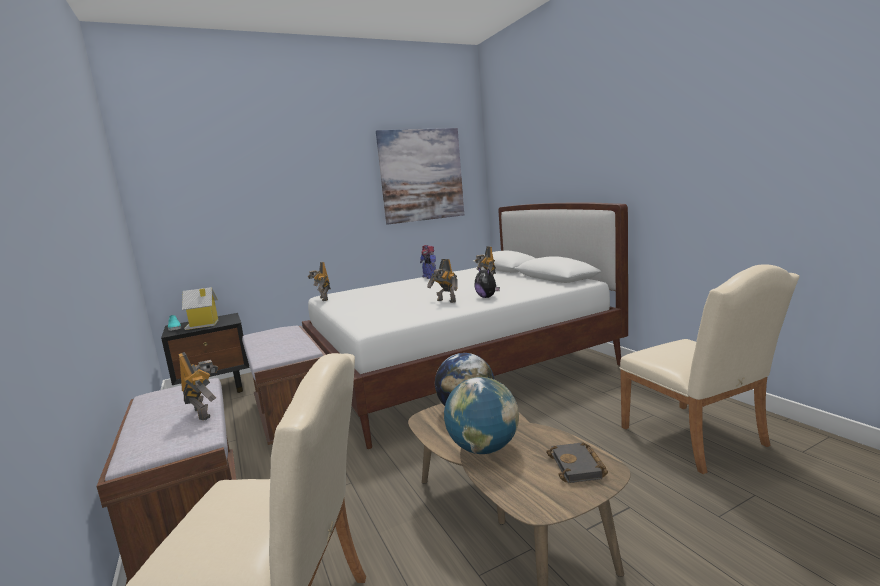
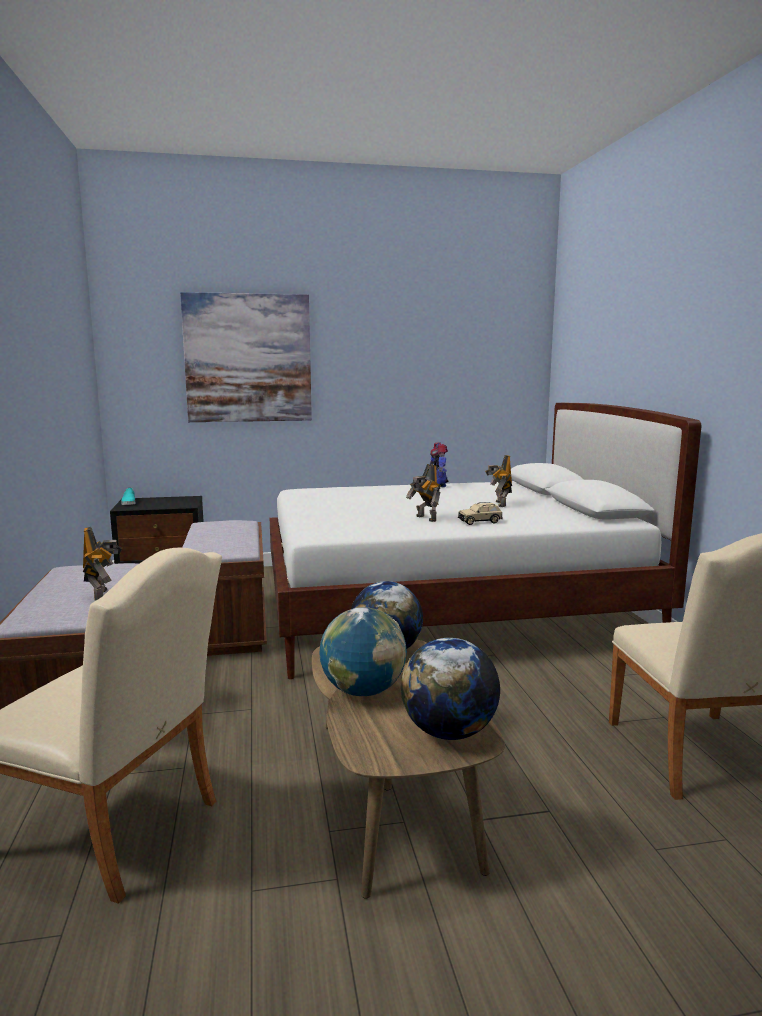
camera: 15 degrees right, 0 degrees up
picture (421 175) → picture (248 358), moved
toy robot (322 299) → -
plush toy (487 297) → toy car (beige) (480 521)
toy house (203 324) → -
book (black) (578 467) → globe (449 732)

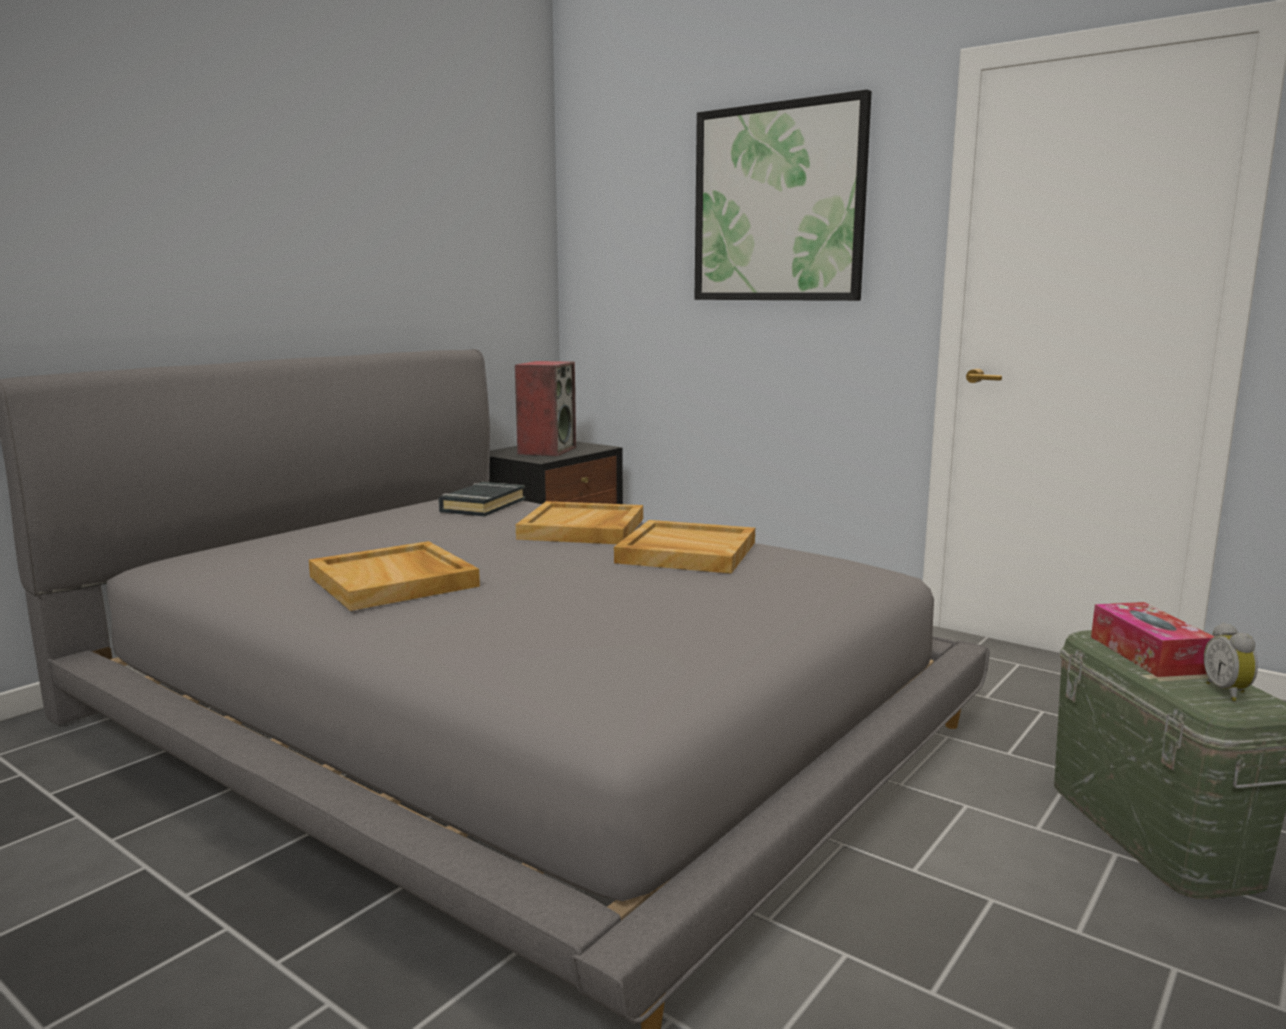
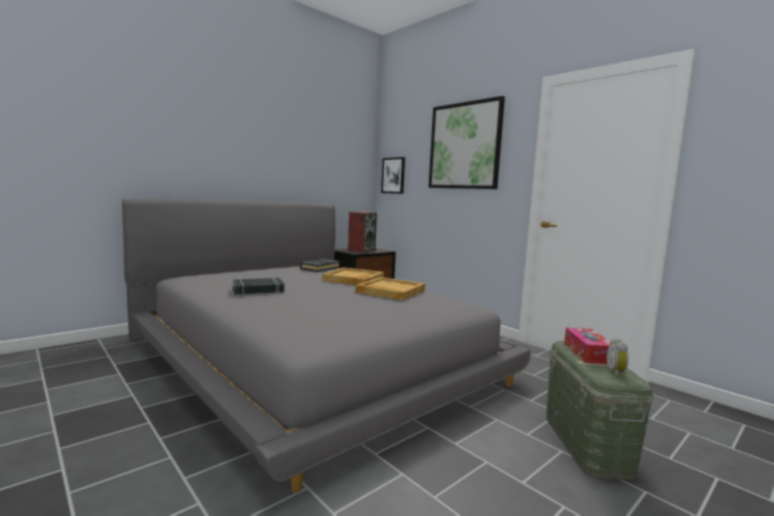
camera: 10 degrees right, 5 degrees down
tray (beige) (395 581) → book (black) (258 290)
- → picture (393 175)

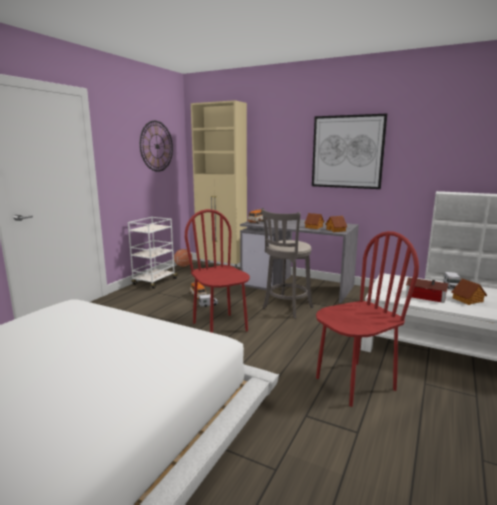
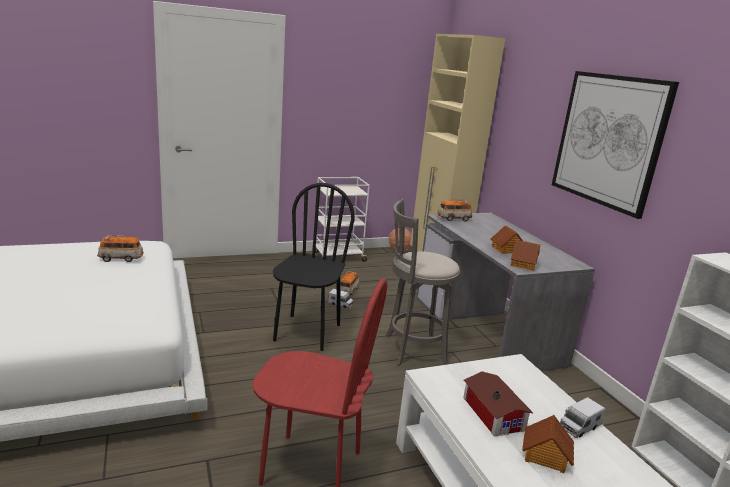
camera: 40 degrees right, 5 degrees up
wall clock (156 146) → -
chair (red) (220 326) → chair (black) (307 332)
- → toy car (121 258)

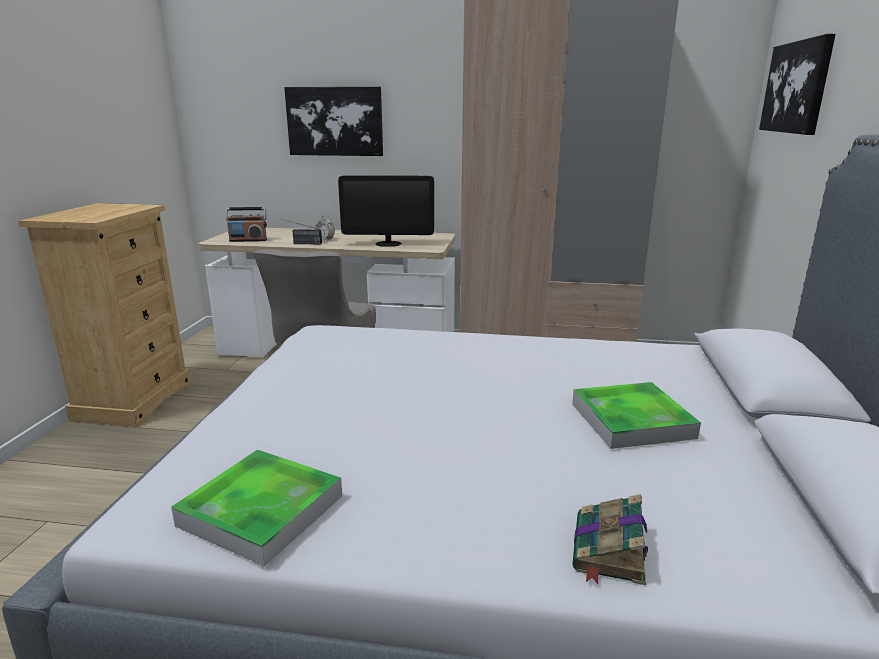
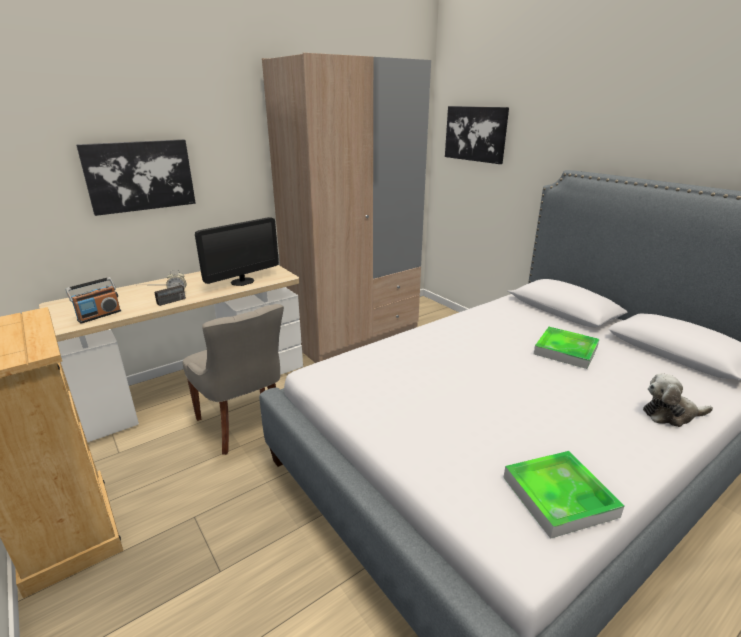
camera: 45 degrees left, 5 degrees up
book (609 552) → plush toy (670 414)

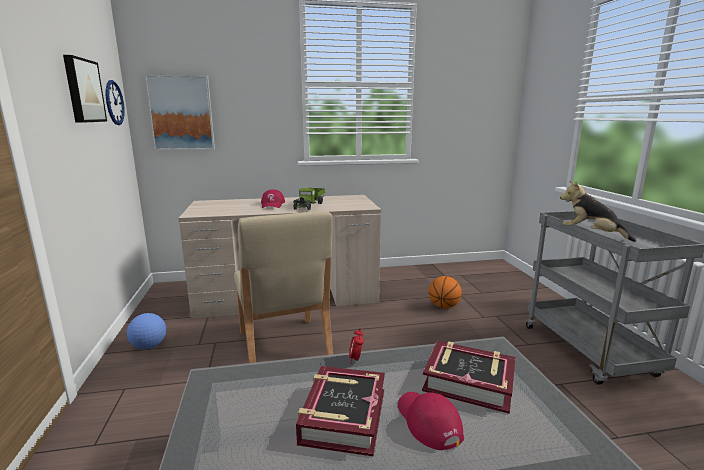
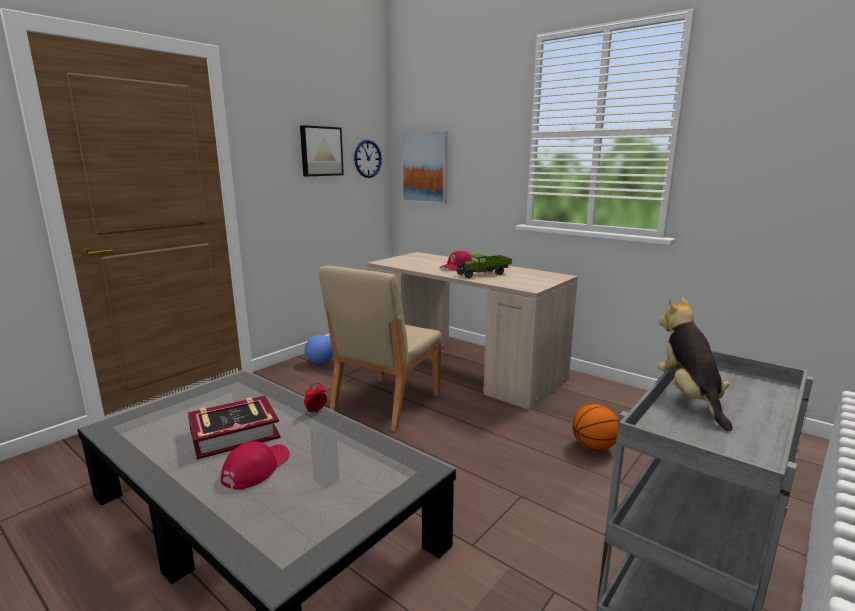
camera: 50 degrees right, 0 degrees up
book (469 382) → -

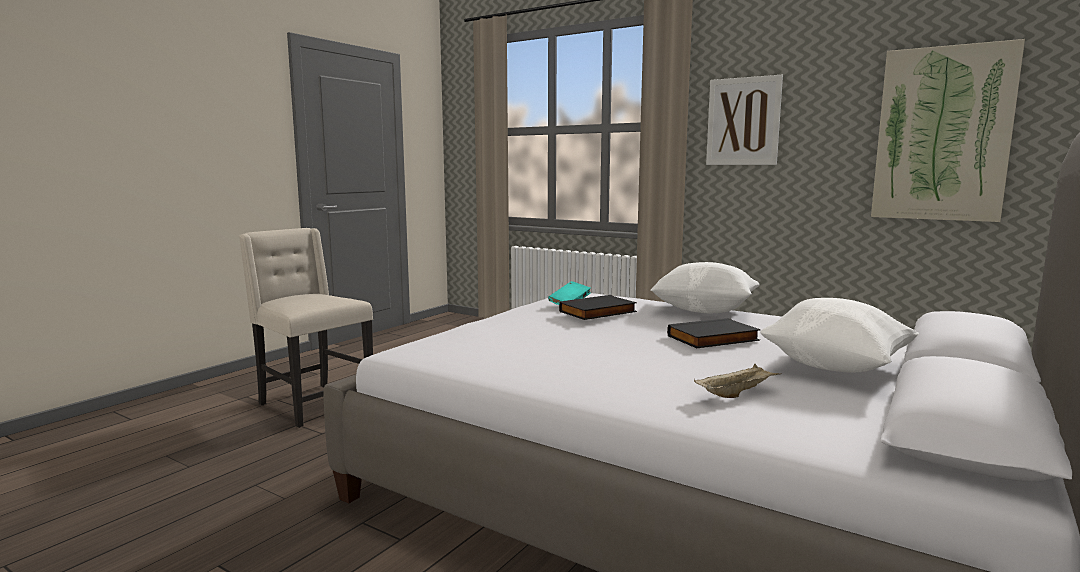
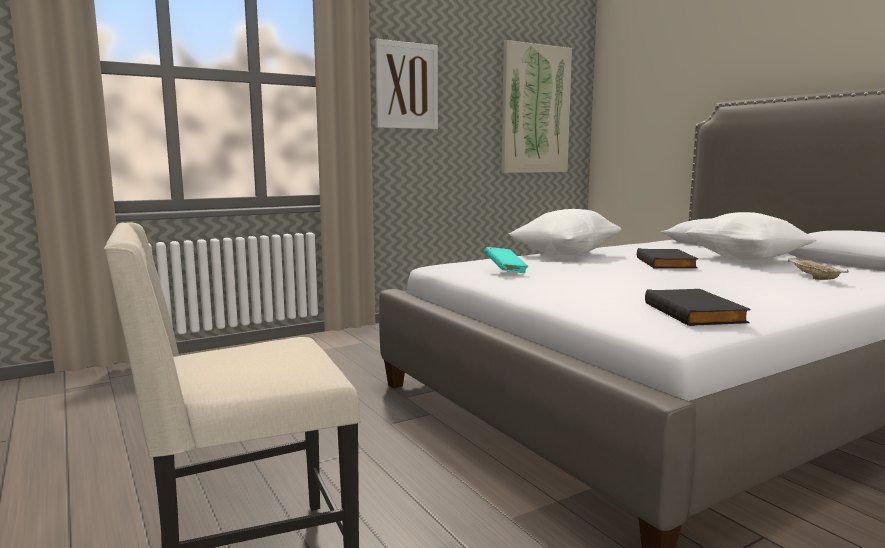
camera: 65 degrees left, 0 degrees up
book (black) (598 312) → book (black) (696 313), moved

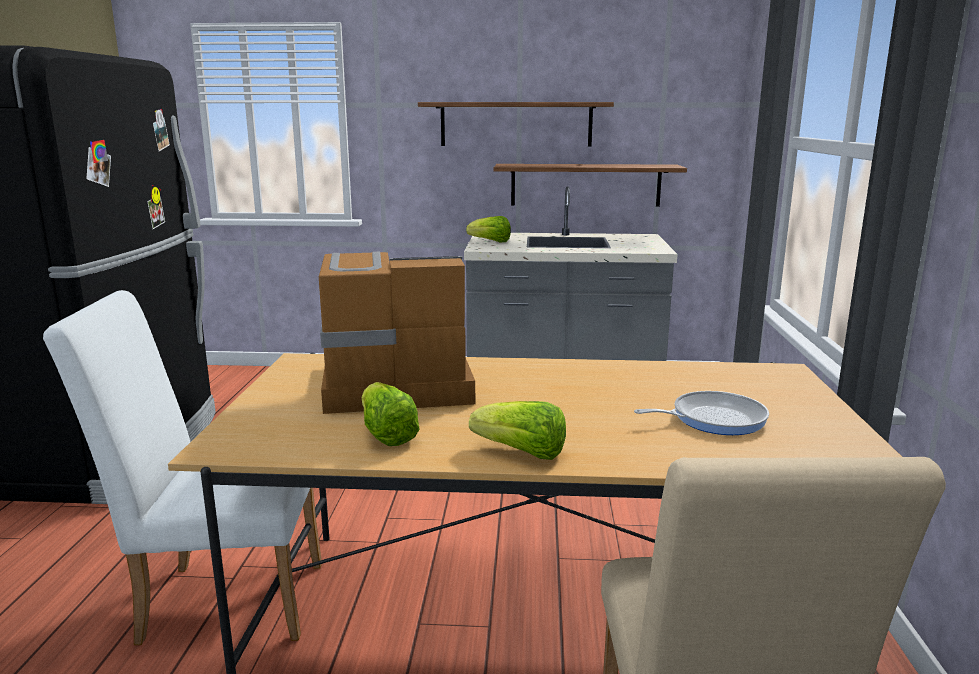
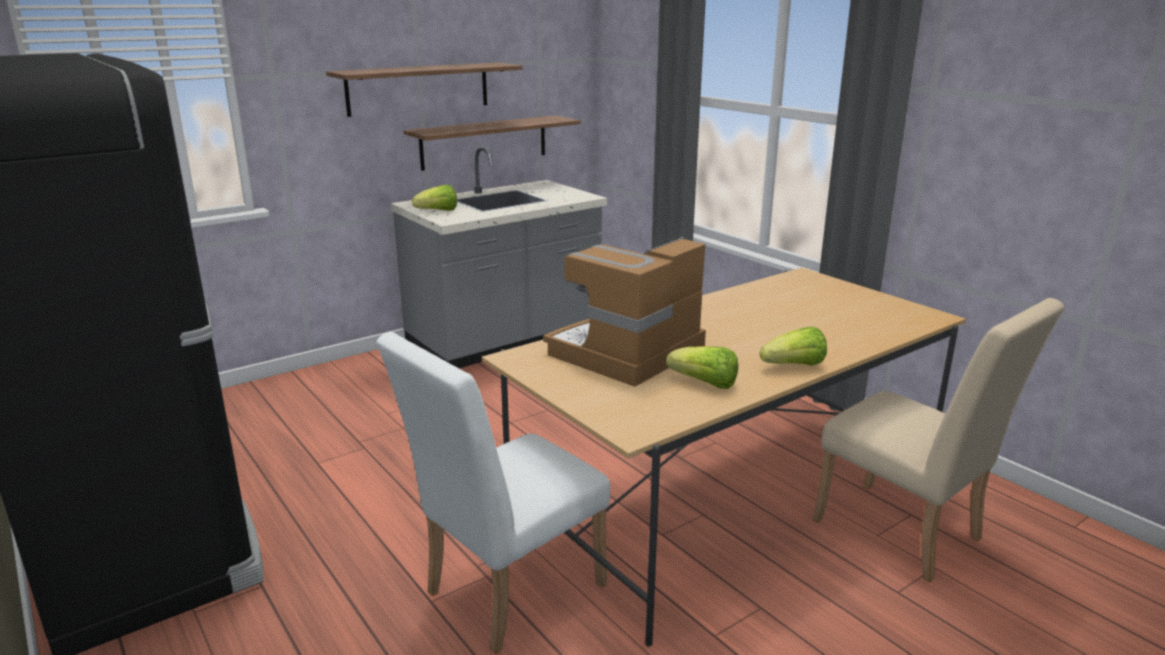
camera: 40 degrees left, 5 degrees up
frying pan (713 419) → -

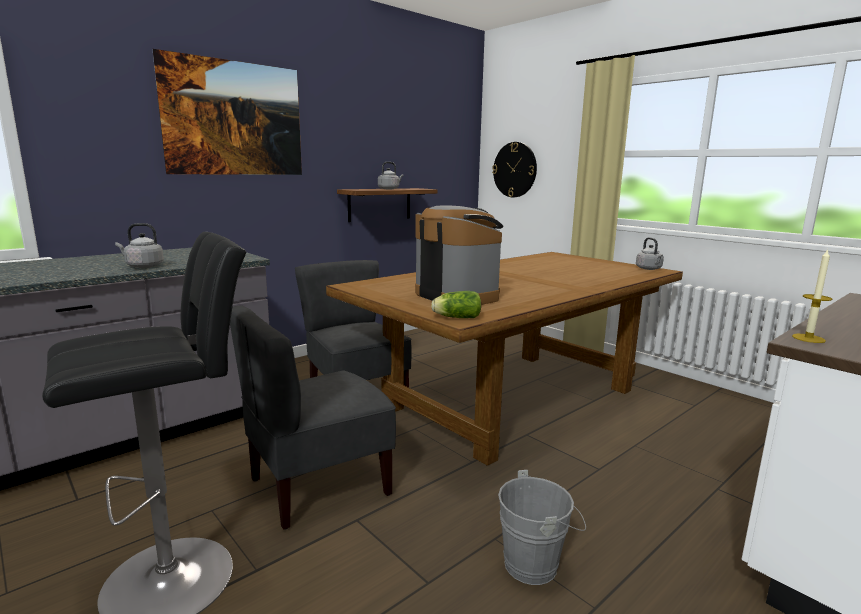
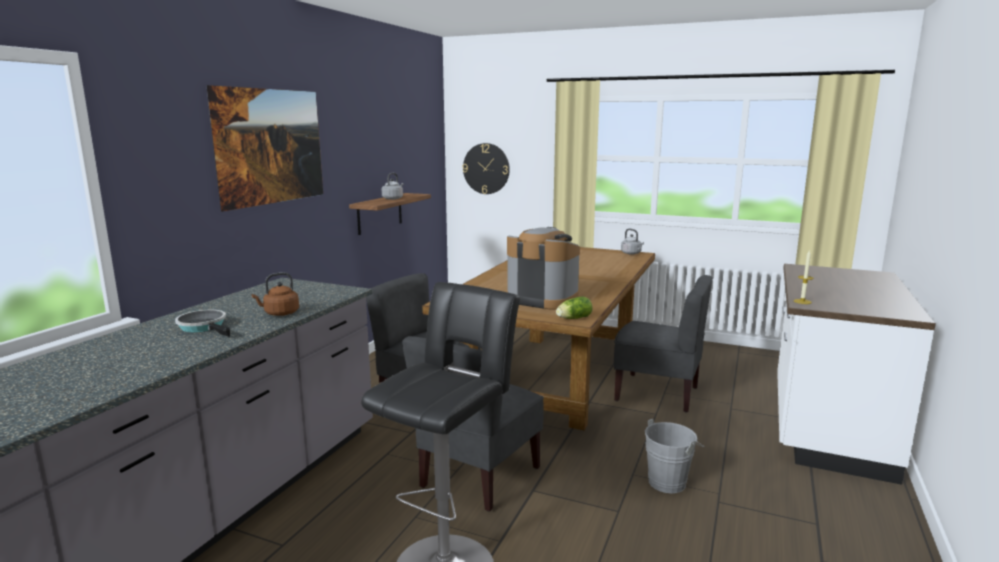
camera: 25 degrees left, 0 degrees up
kettle (grey) (143 266) → kettle (brown) (279 313)
- → chair (grey) (657 393)
- → frying pan (204 327)

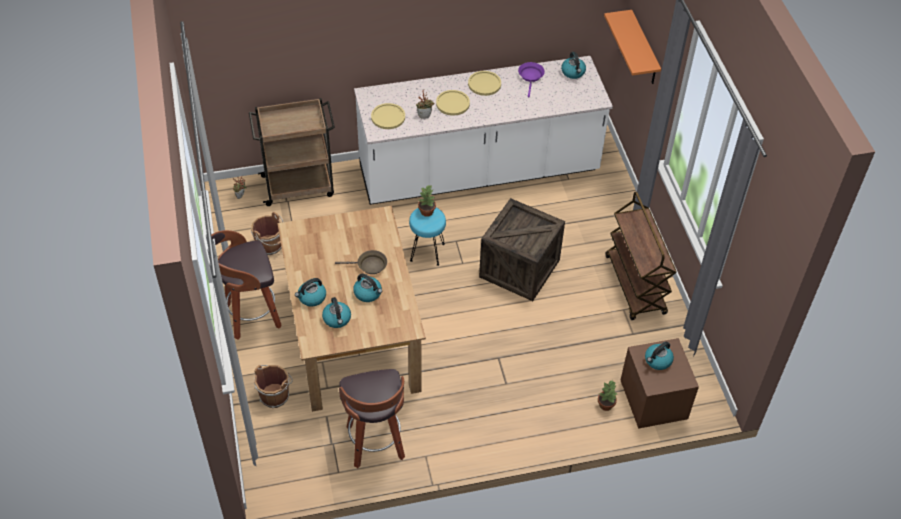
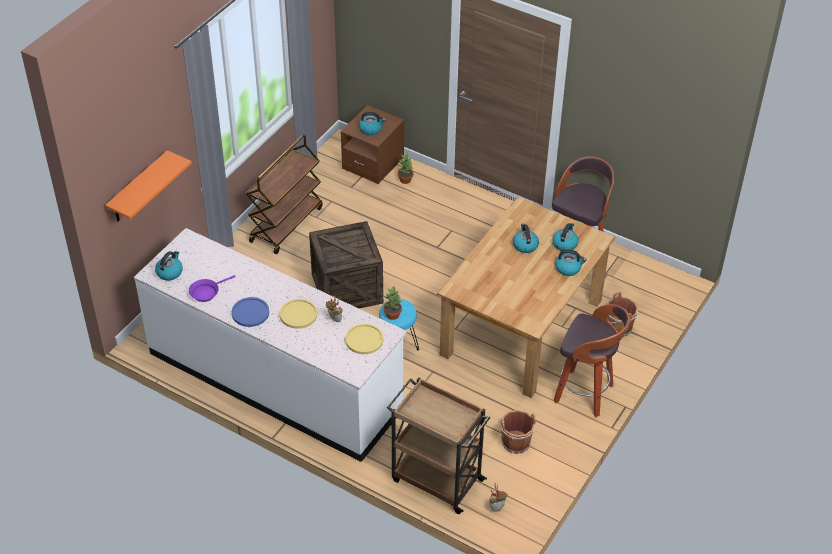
camera: 135 degrees left, 5 degrees down
plate (yellow) (484 84) → plate (blue) (250 313)
frying pan (brown) (369 265) → -

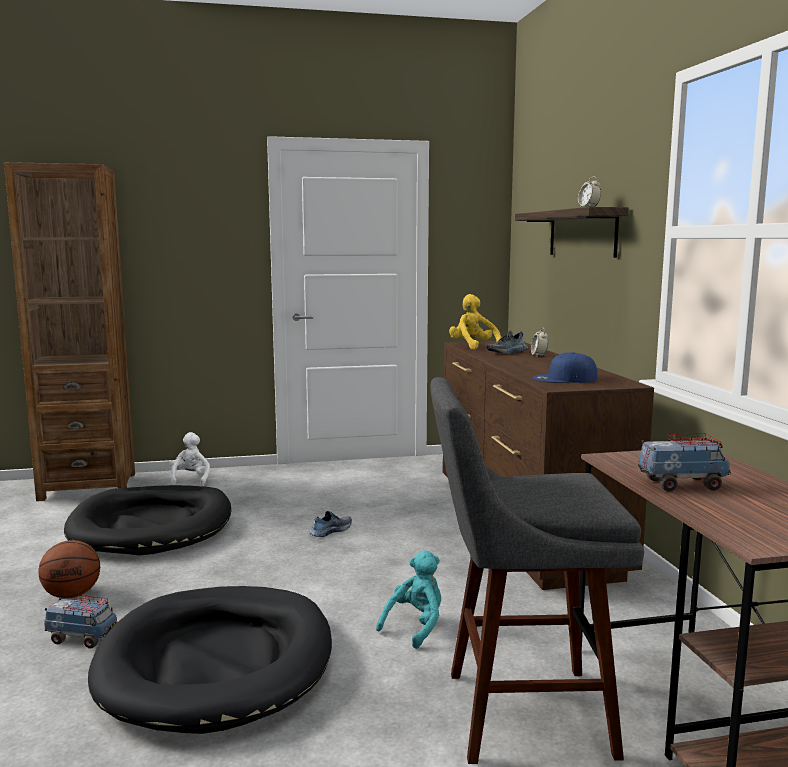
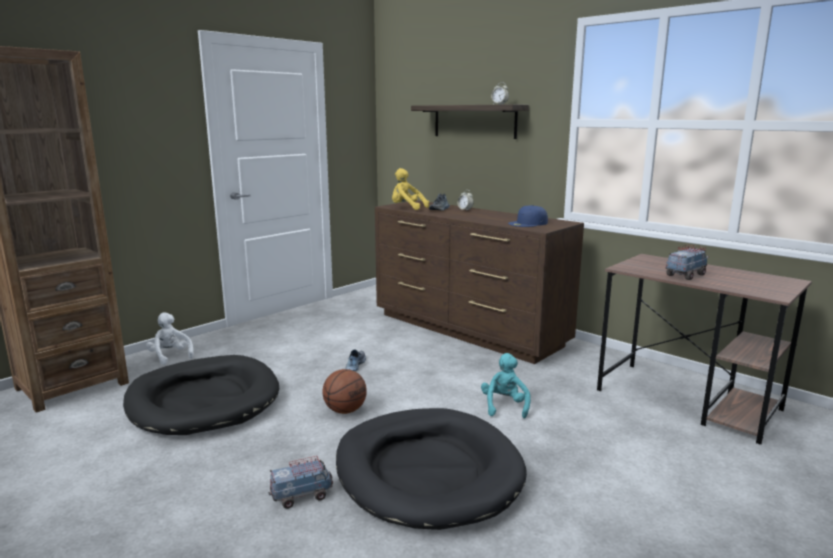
camera: 35 degrees left, 5 degrees up
stool (grey) (518 713) → -
basketball (72 595) → basketball (345 410), moved

